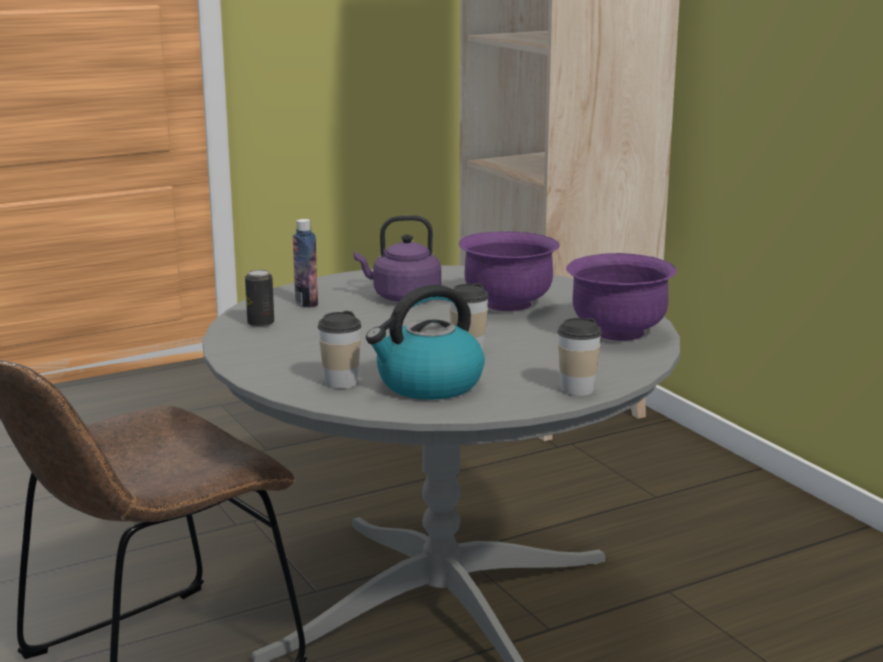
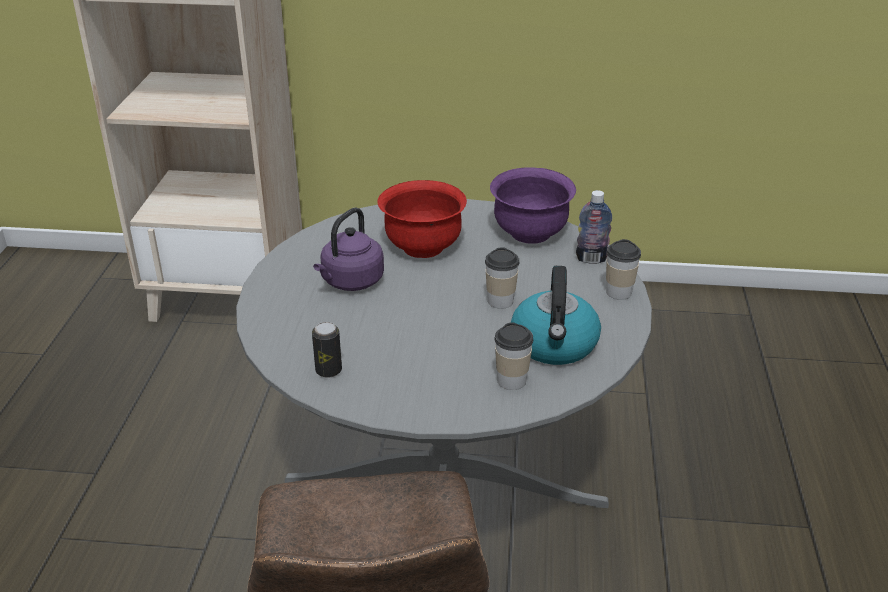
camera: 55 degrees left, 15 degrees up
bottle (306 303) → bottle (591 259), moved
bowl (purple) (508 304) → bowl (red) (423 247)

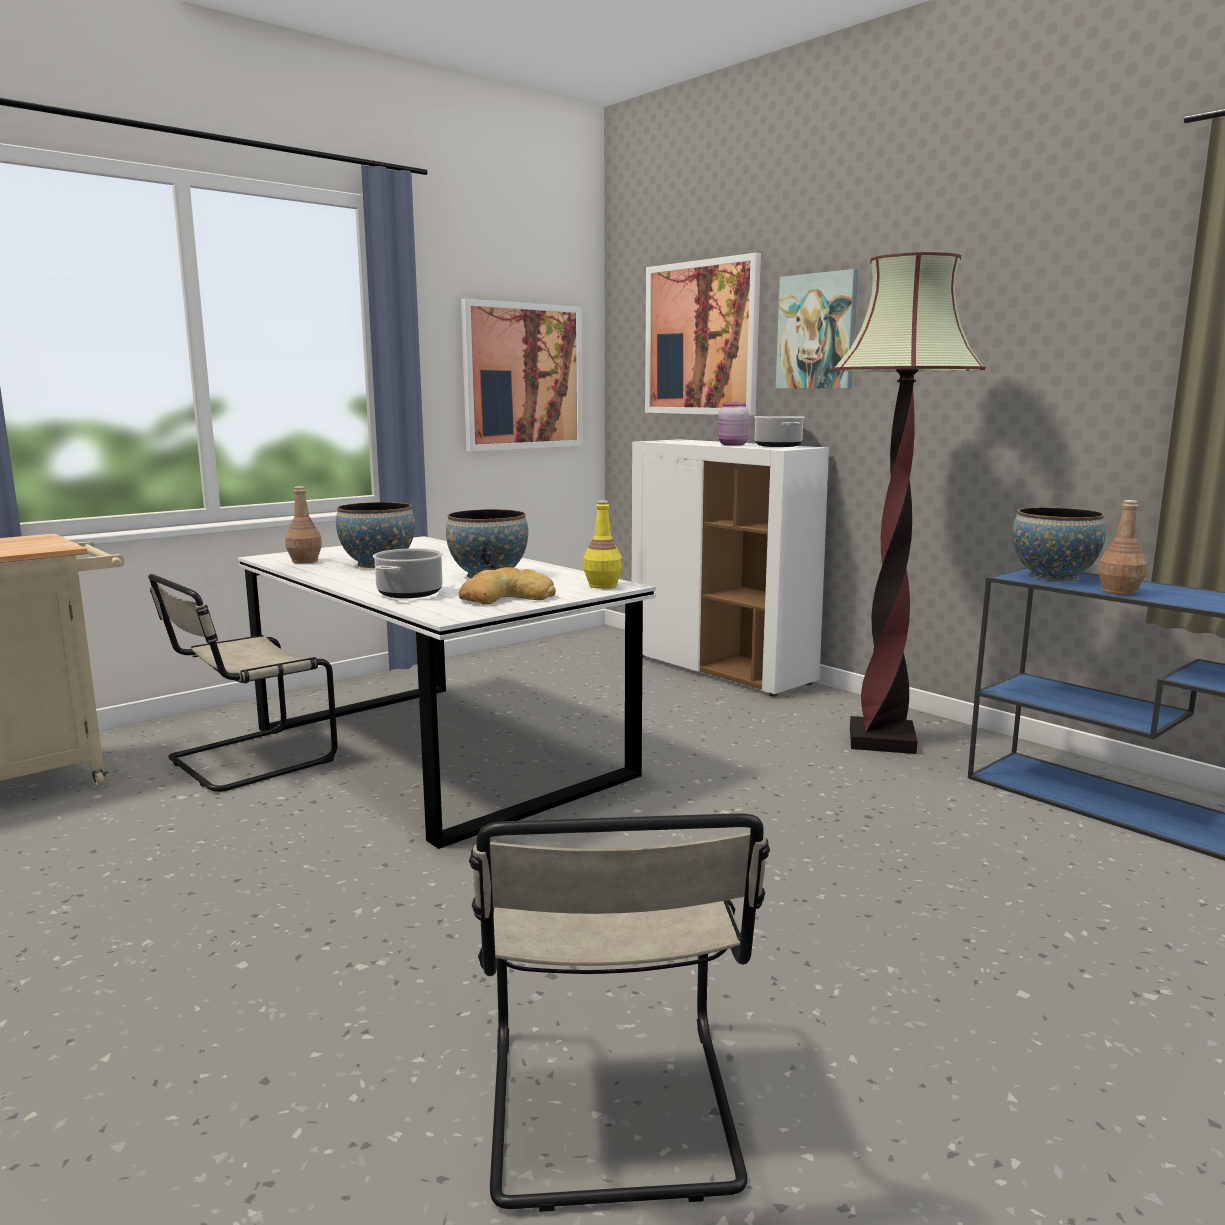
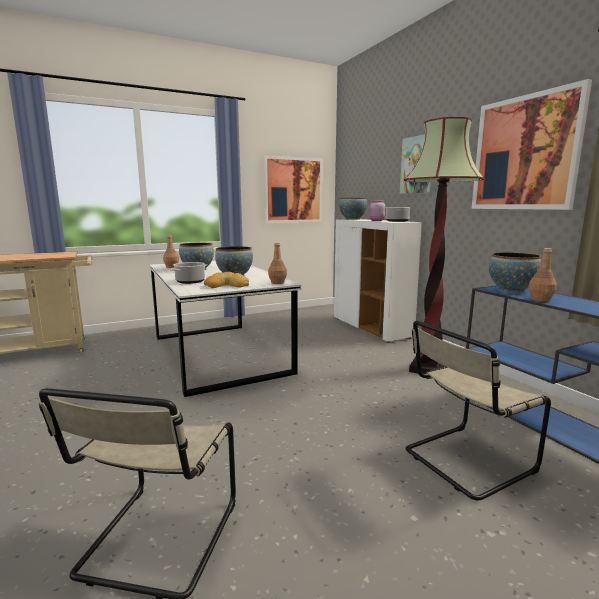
camera: 15 degrees right, 0 degrees up
picture (701 338) → picture (524 153), moved
bottle (yellow) (602 585) → bottle (brown) (277 282)
chair (beige) (245 761) → chair (beige) (465 461), moved
- → bowl (352 219)

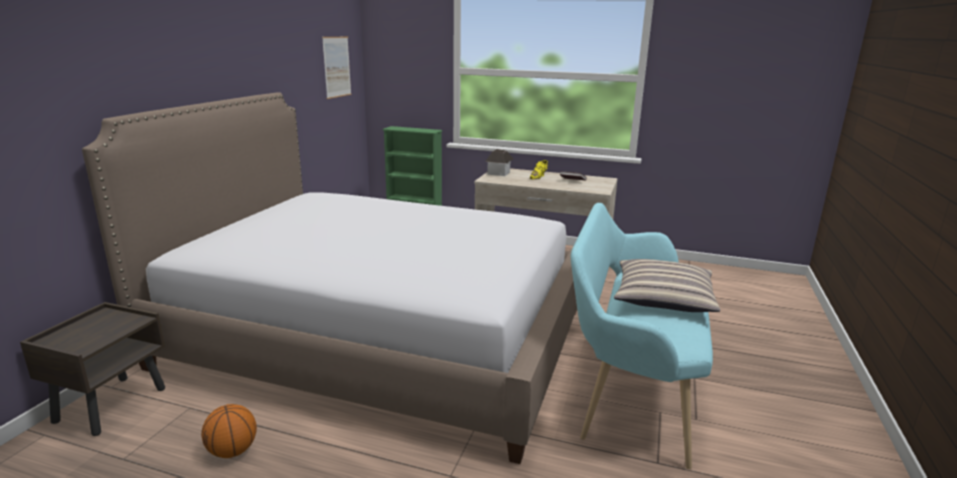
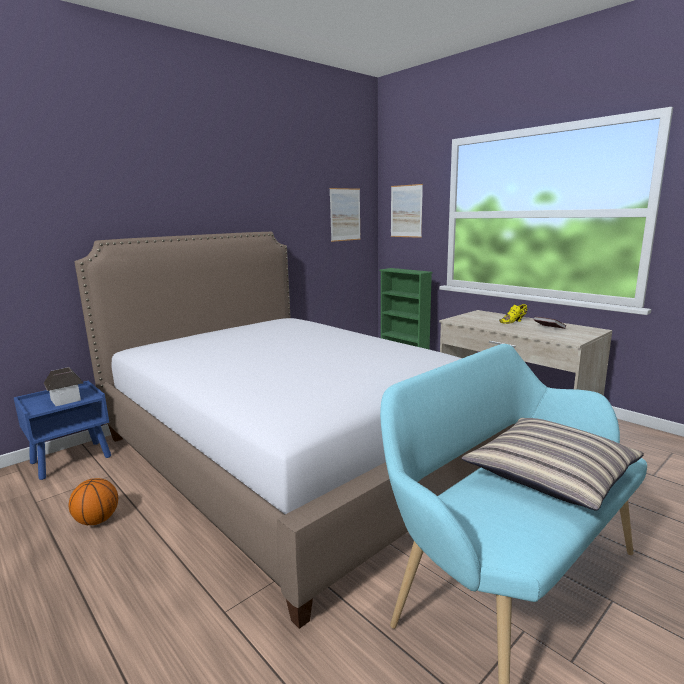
camera: 30 degrees right, 5 degrees down
toy house (498 173) → toy house (66 399), moved
nightstand (brown) (111 404) → nightstand (blue) (72 459)
- → picture (406 211)

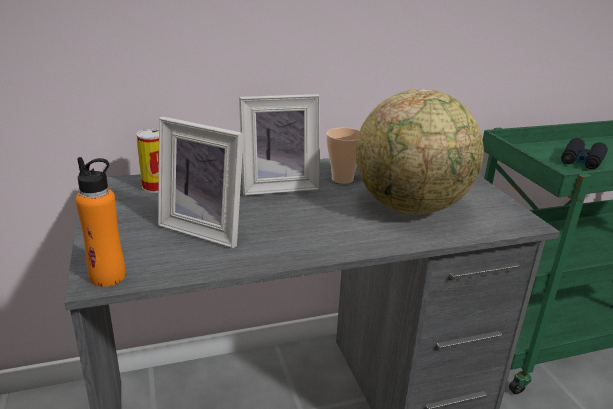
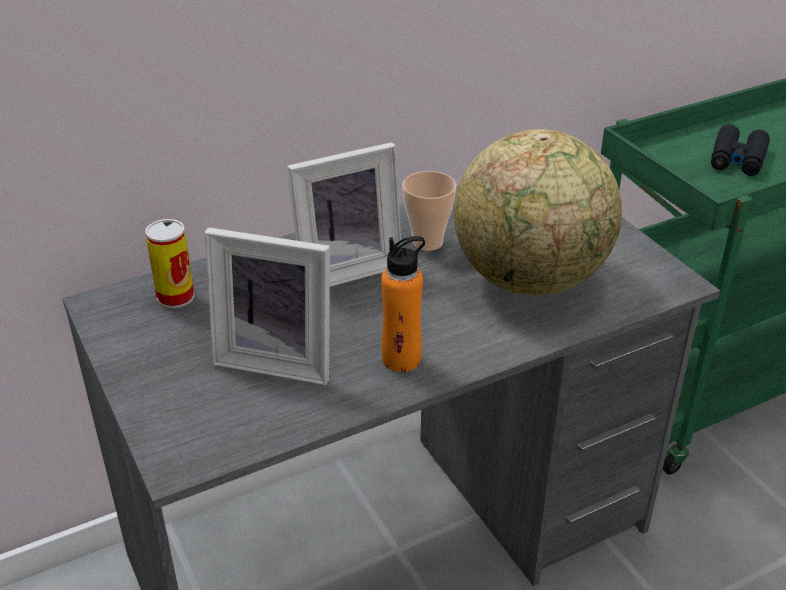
camera: 10 degrees left, 10 degrees up
bottle (orange) (108 276) → bottle (orange) (401 359), moved

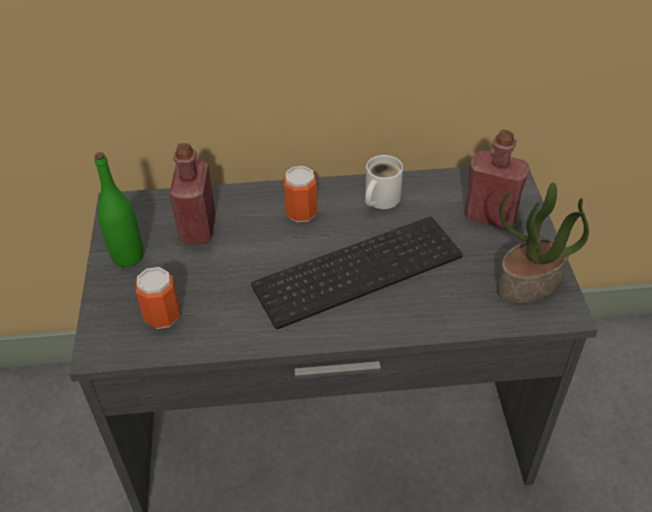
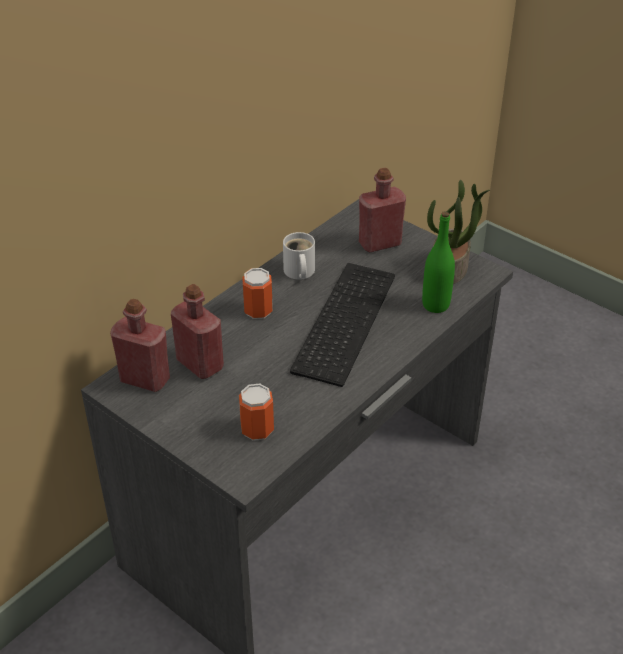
camera: 45 degrees left, 5 degrees down
bottle (green) (128 256) → bottle (green) (435 305), moved
- → bottle (red) (145 379)

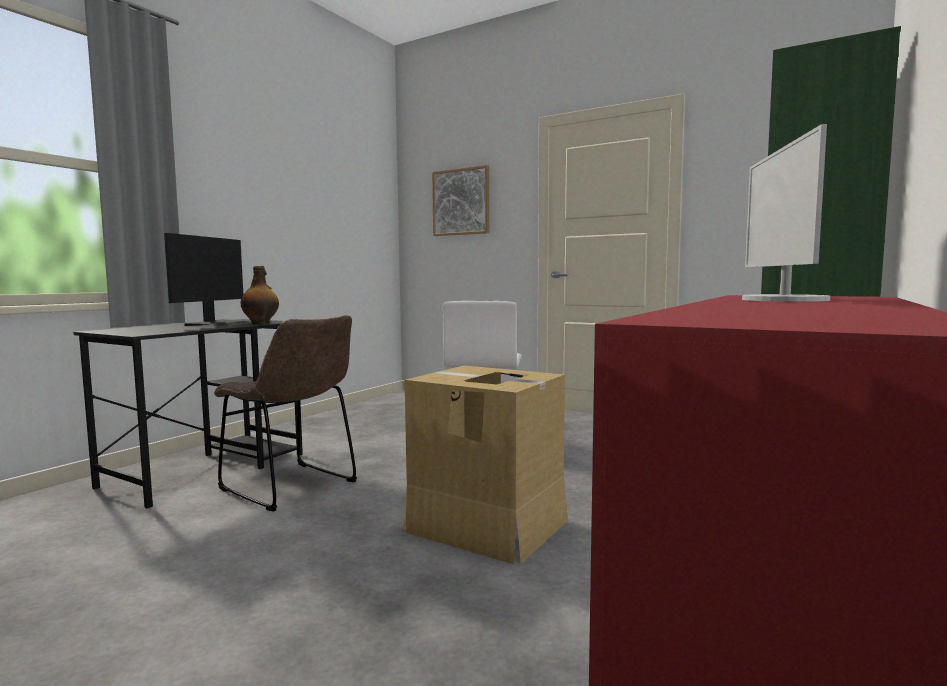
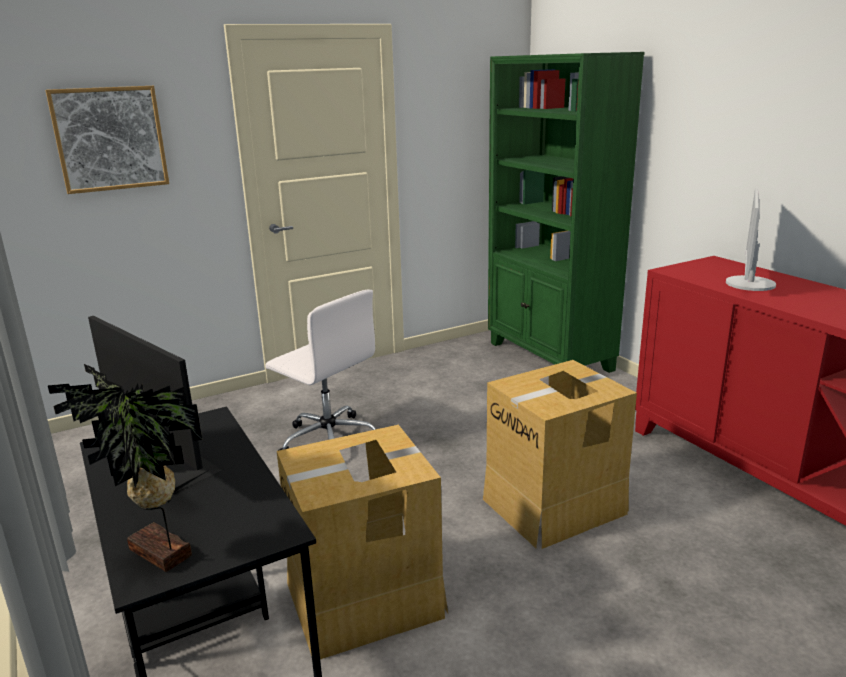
camera: 60 degrees left, 15 degrees up
monitor (783 300) → monitor (749 284), 75 degrees clockwise
bottle (261 323) → -
chair (brown) (292 487) → cardboard box (366 599)
- → potted plant (157 556)

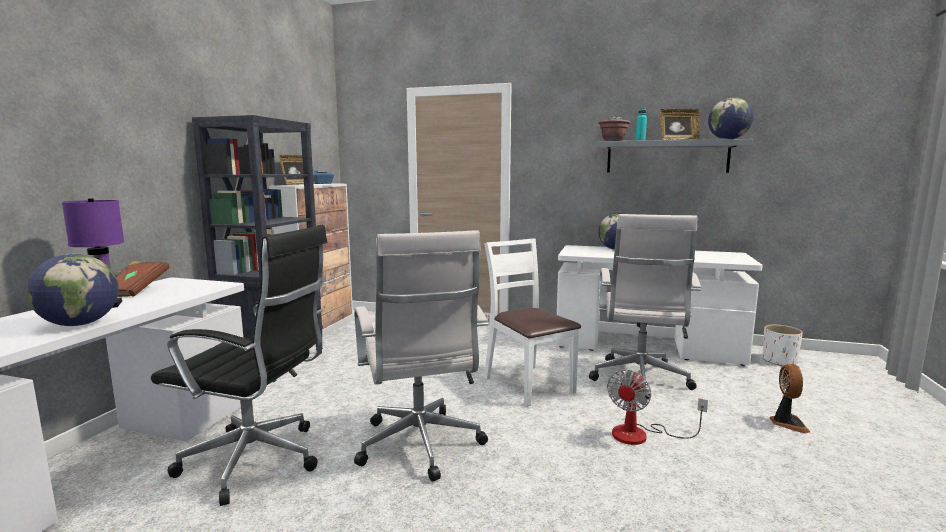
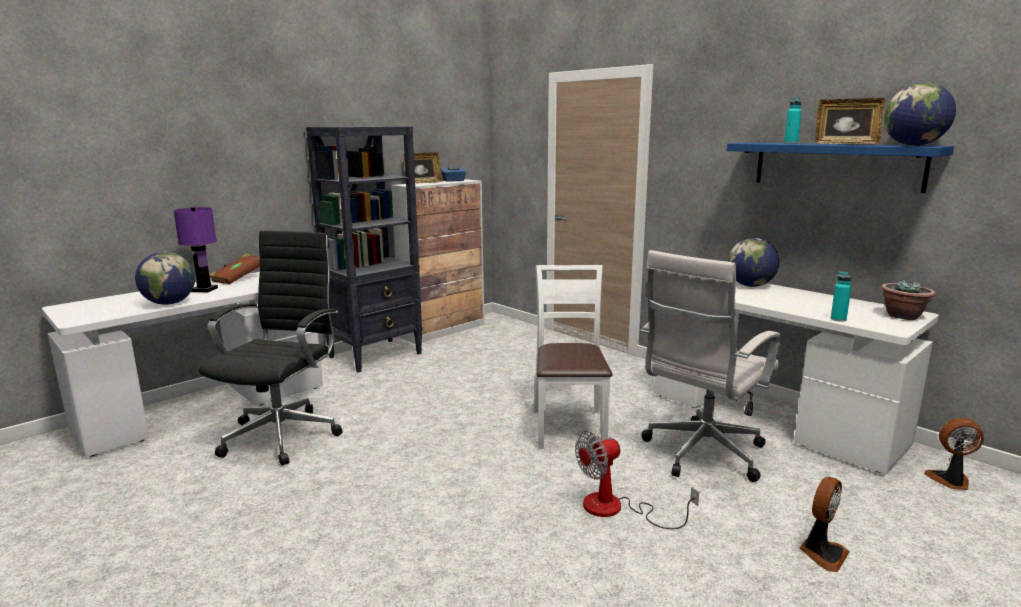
camera: 30 degrees right, 5 degrees up
potted plant (613 141) → potted plant (903 316), moved
shelf (grey) (667 157) → shelf (blue) (836 165)
office chair (black) (258 461) → office chair (black) (284 434), 120 degrees counterclockwise
office chair (white) (420 447) → -
planter (white) (779 361) → fan (950 481)
- → bottle (turquoise) (838 319)

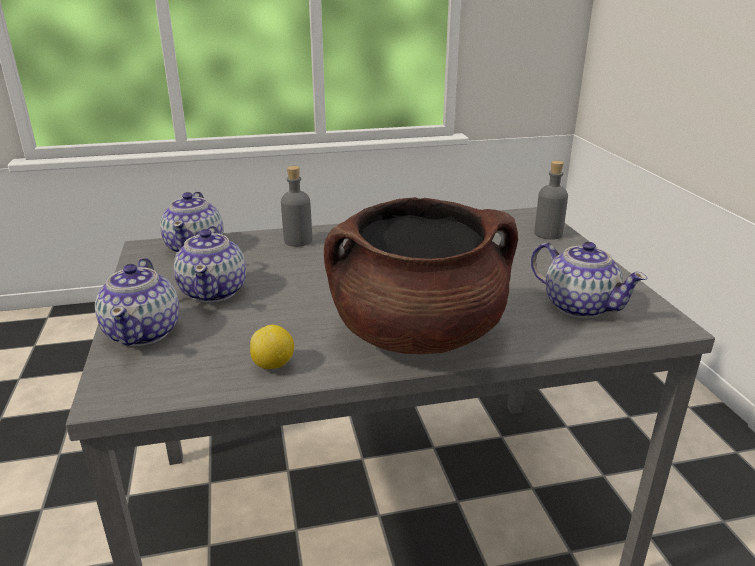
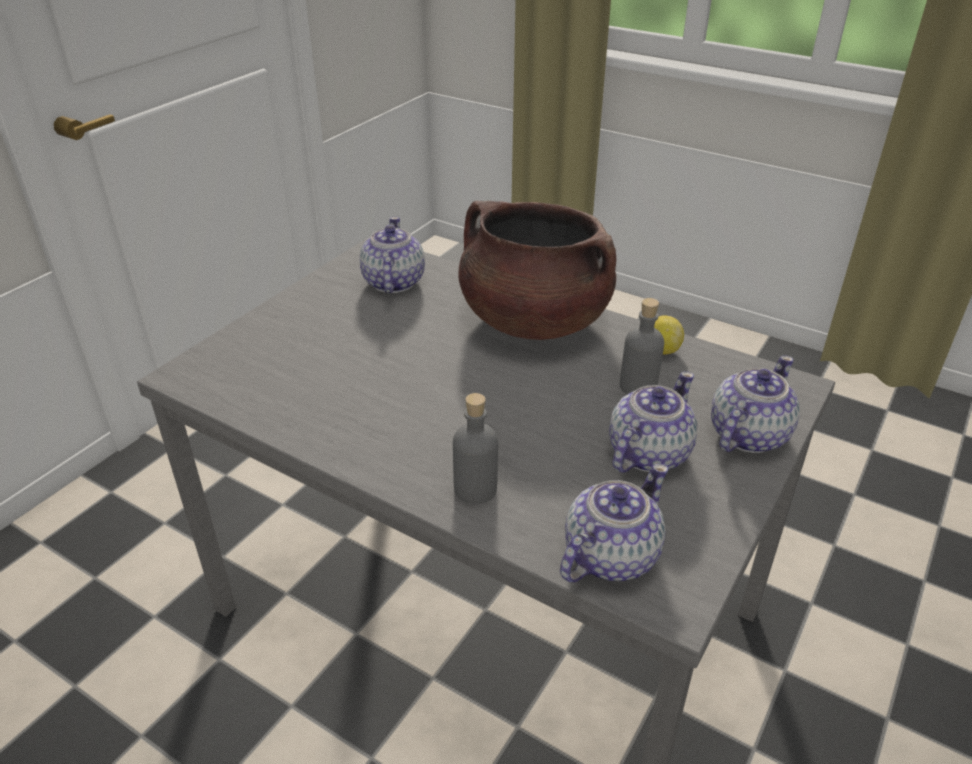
camera: 135 degrees left, 10 degrees up
bottle (grey) (548 234) → bottle (grey) (638 387), moved

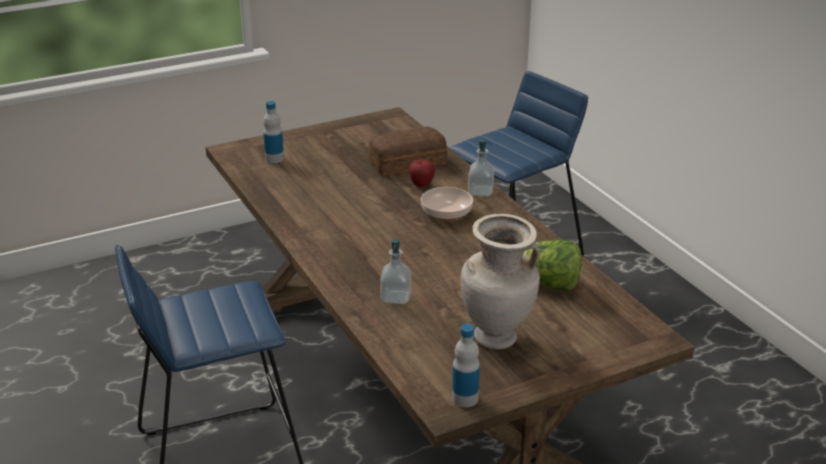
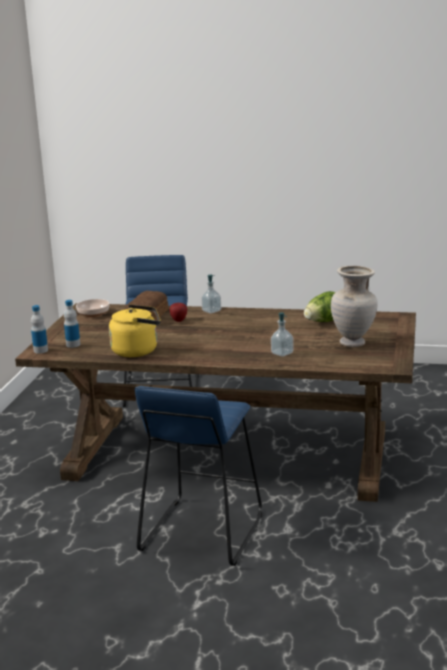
camera: 50 degrees left, 10 degrees down
bowl (446 213) → bowl (93 314), moved
bottle (465 398) → bottle (40 350), moved
- → kettle (yellow) (138 351)

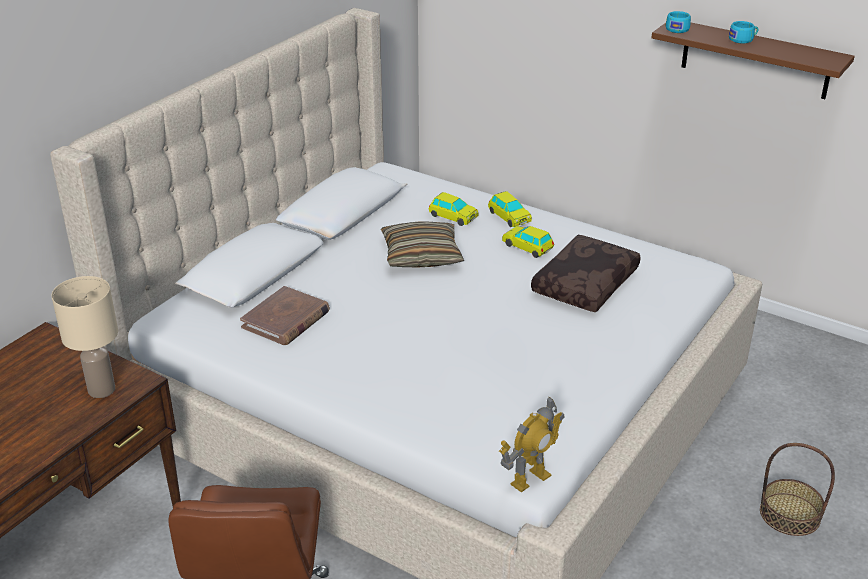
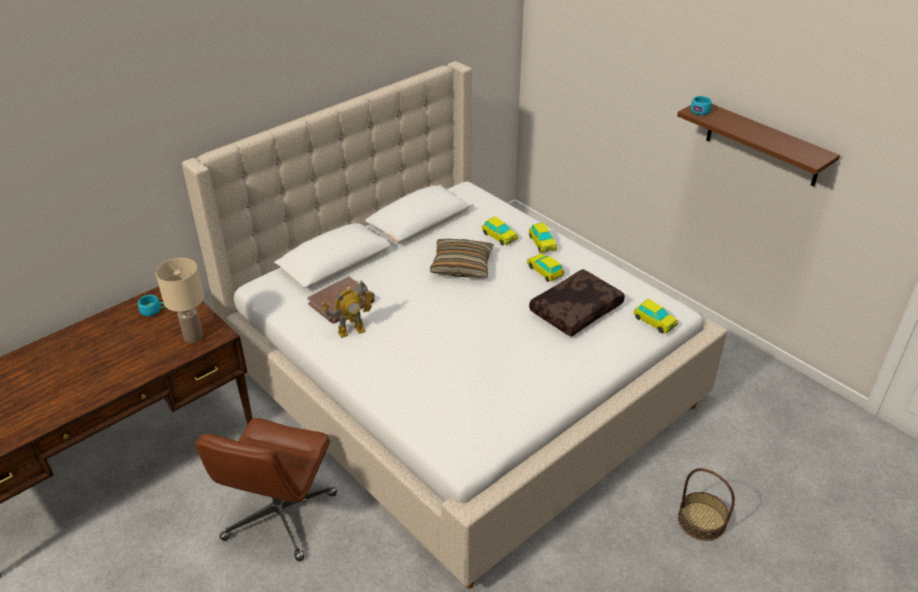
camera: 15 degrees right, 5 degrees up
cup (turquoise) (743 39) → cup (turquoise) (153 310), moved
toy robot (530 479) → toy robot (351 331), moved
- → toy car (654 322)

